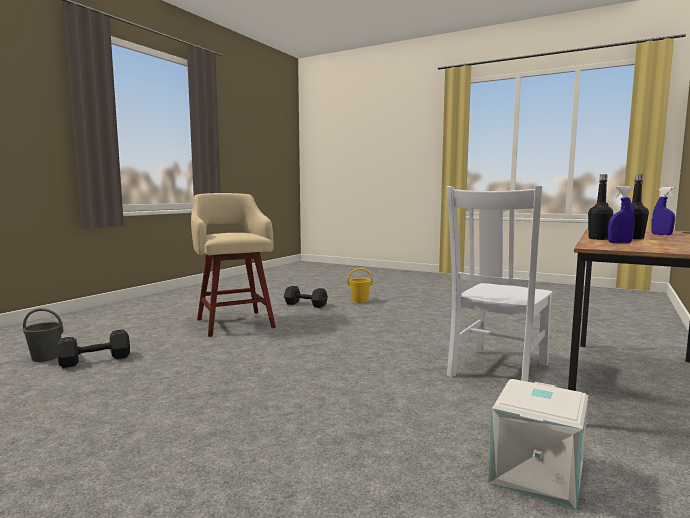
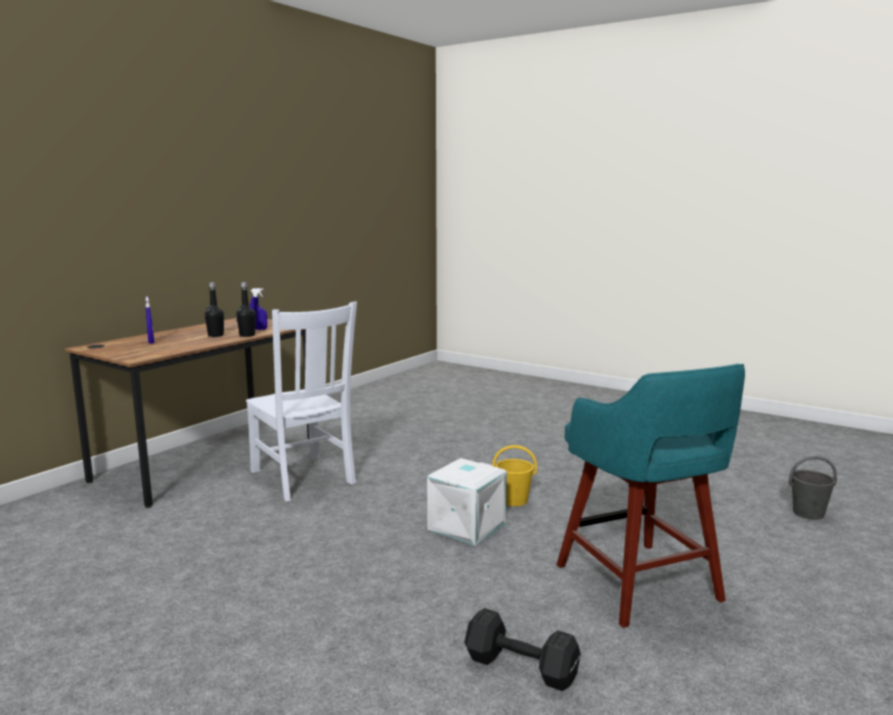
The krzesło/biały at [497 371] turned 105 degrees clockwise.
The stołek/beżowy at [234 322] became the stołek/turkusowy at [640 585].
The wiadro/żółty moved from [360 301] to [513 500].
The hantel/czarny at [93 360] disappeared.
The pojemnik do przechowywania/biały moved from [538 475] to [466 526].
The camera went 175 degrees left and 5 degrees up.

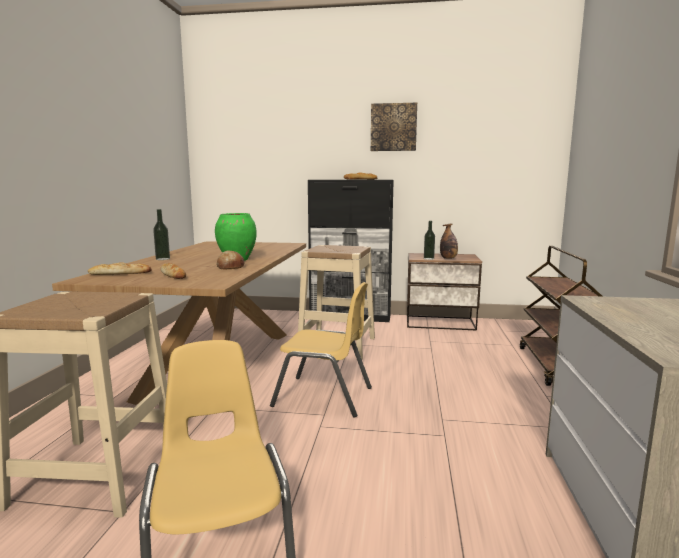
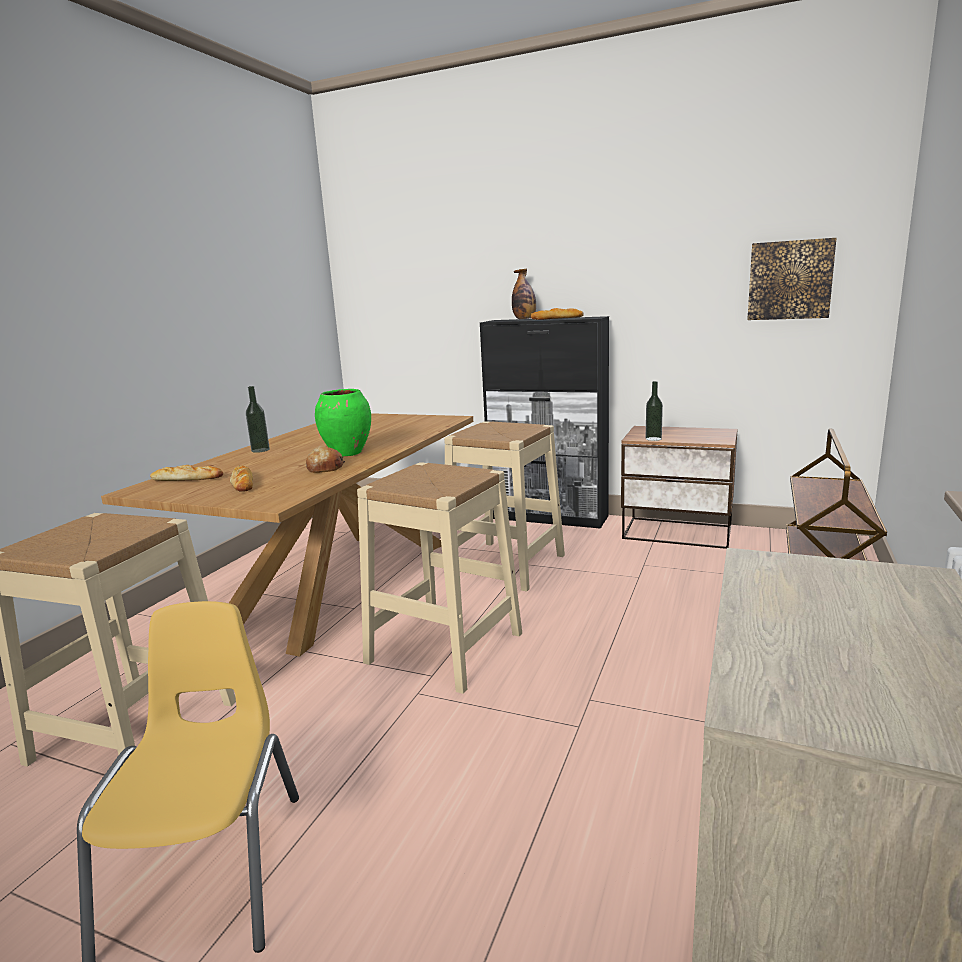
The obraz moved from [393 127] to [790 280].
The butelka moved from [448 258] to [524 319].
The krzesło/żółty at [323 397] was replaced by the stołek/beżowy at [445 647].
The camera went 15 degrees right and 5 degrees up.

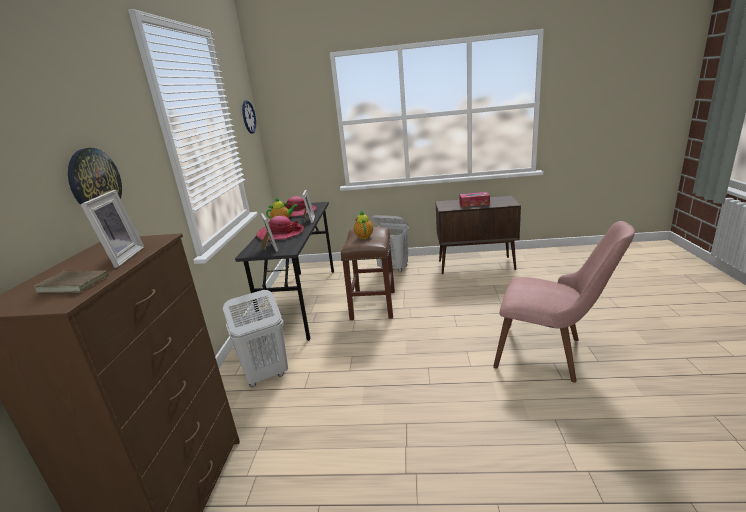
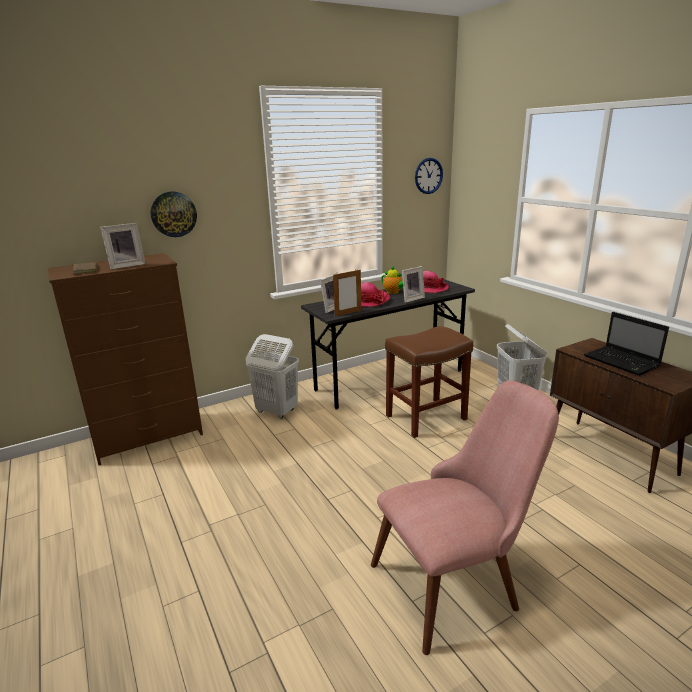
The pudełko chusteczek at [474 203] was replaced by the laptop at [622 362].
The imbryk at [364 236] disappeared.
The krzesło/różowy at [551 354] turned 105 degrees counterclockwise.
The ramka na zdjęcie at [348 313] appeared.
The camera went 55 degrees right and 0 degrees up.

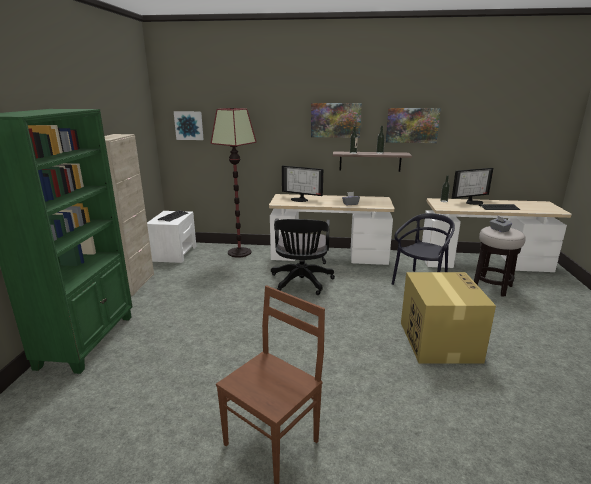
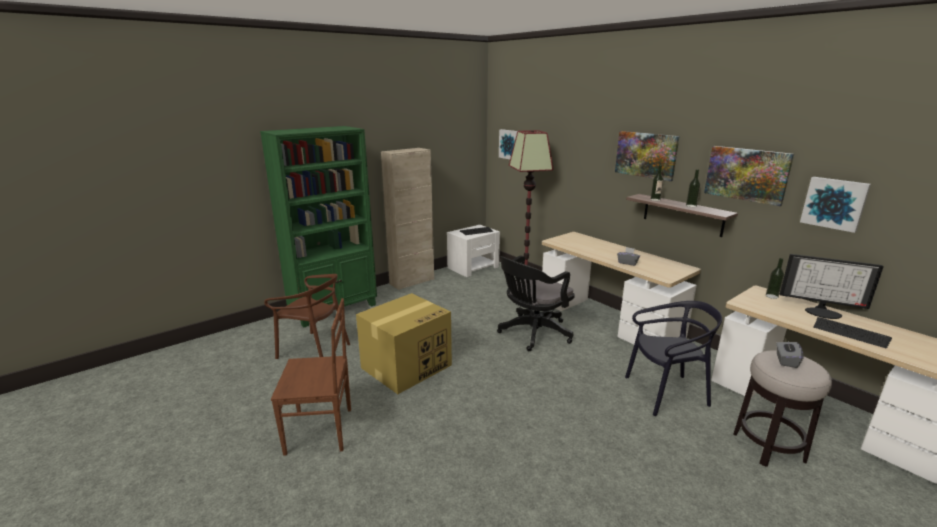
The monitor at [300 199] disappeared.
The karton moved from [438 341] to [407 366].
The obraz at [834 203] appeared.
The krzesło/brązowy at [314 350] appeared.
The camera went 45 degrees right and 0 degrees up.

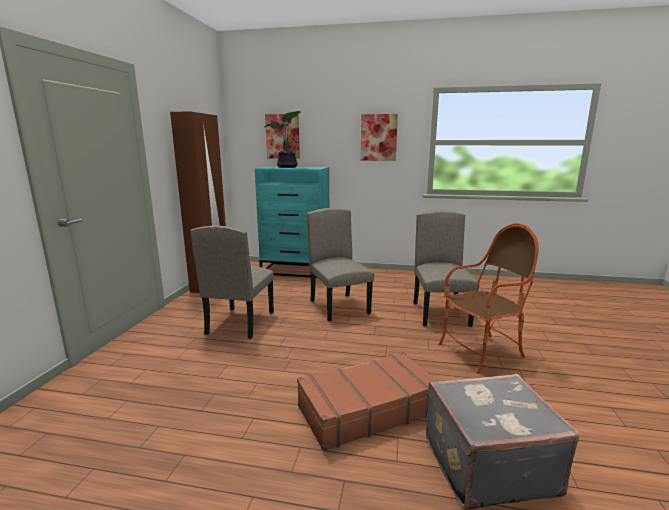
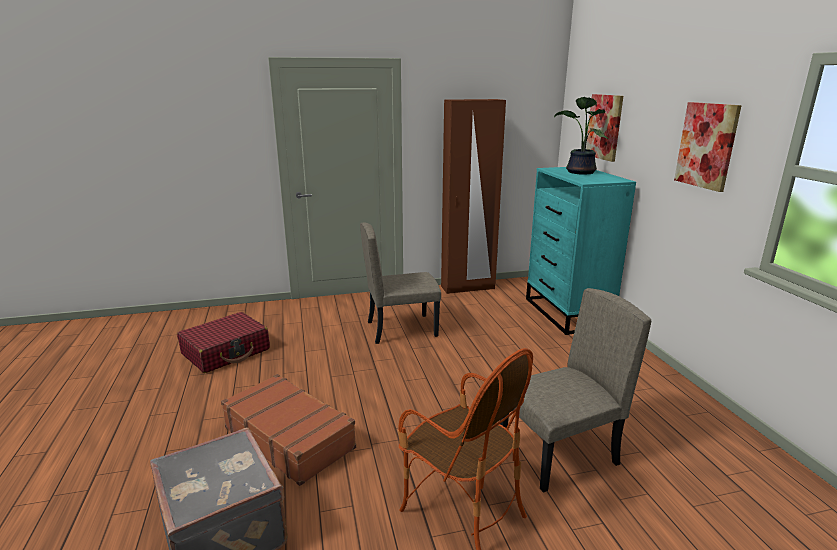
The krzesło/beżowy at [339 307] disappeared.
The walizka/czerwony at [226 352] appeared.
The camera went 65 degrees right and 5 degrees up.

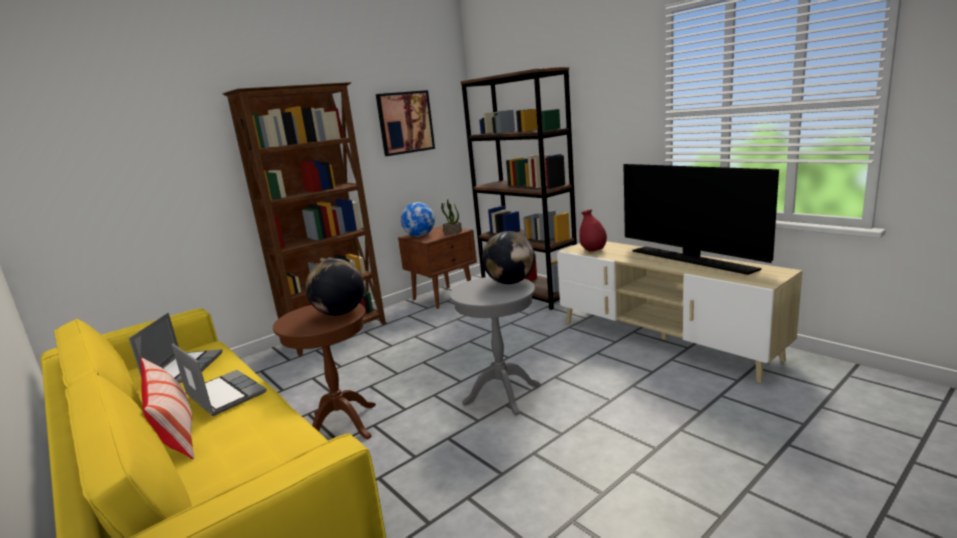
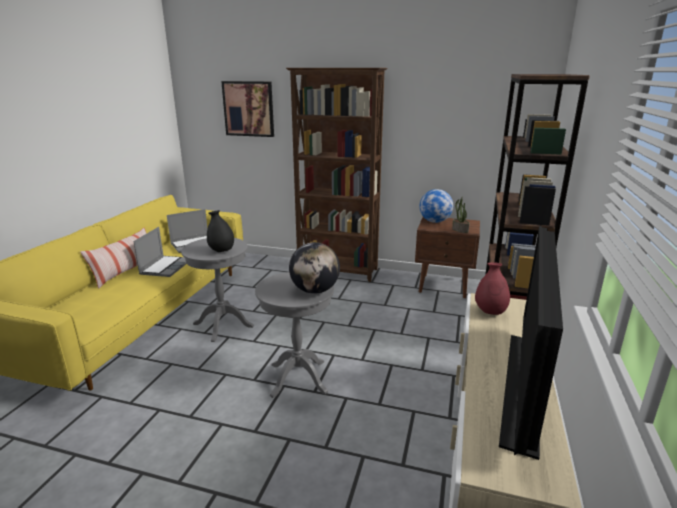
The obraz moved from [405 122] to [248 109].
The globus at [340 313] was replaced by the wazon/czarny at [221 251].
The stolik/brązowy at [341 425] became the stolik/szary at [223 325].
The camera went 55 degrees right and 5 degrees up.

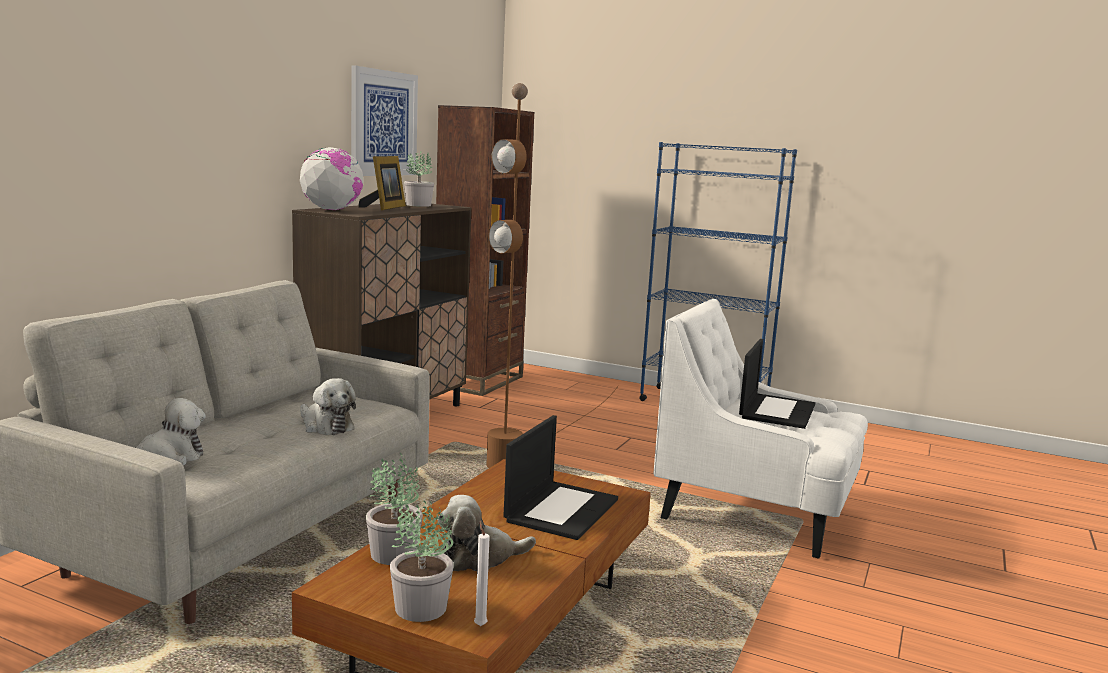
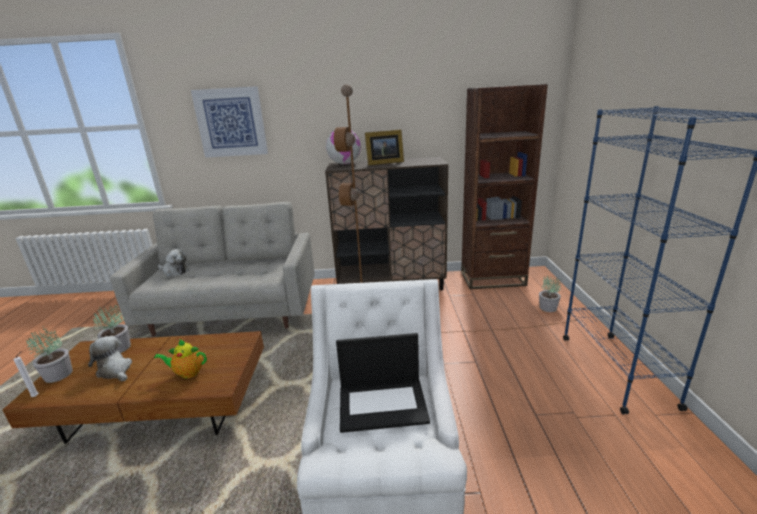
The obraz moved from [383 123] to [231 122].
The roślina doniczkowa moved from [419 205] to [548 308].
The pluszak at [326 426] disappeared.
The laptop at [561 509] was replaced by the imbryk at [187 373].
The camera went 65 degrees right and 10 degrees up.

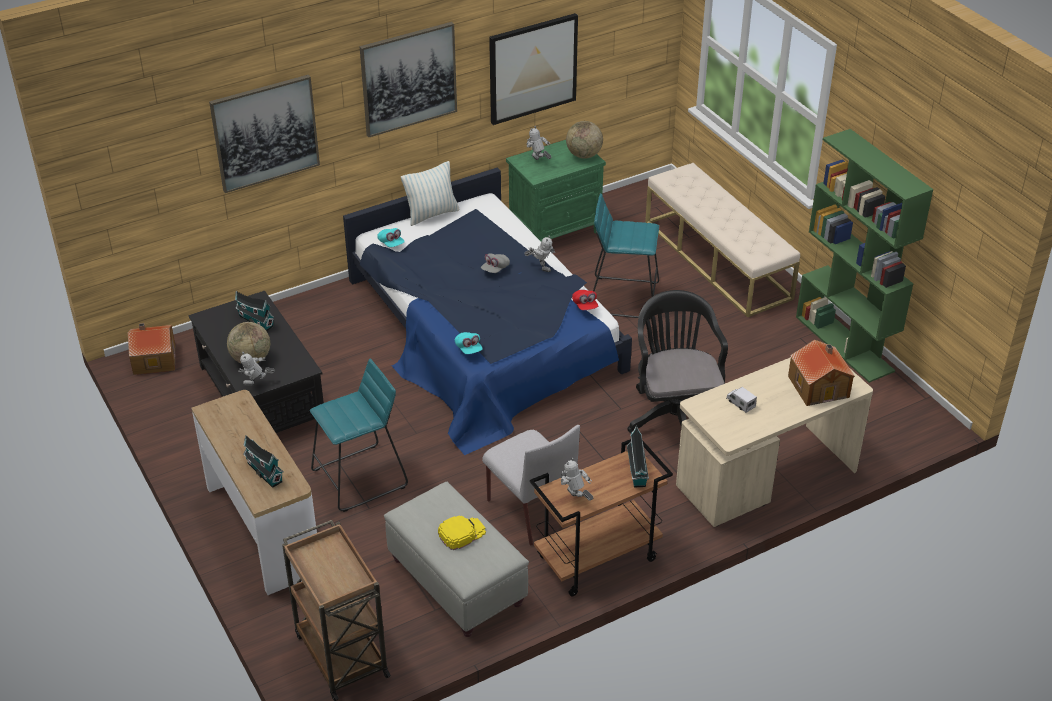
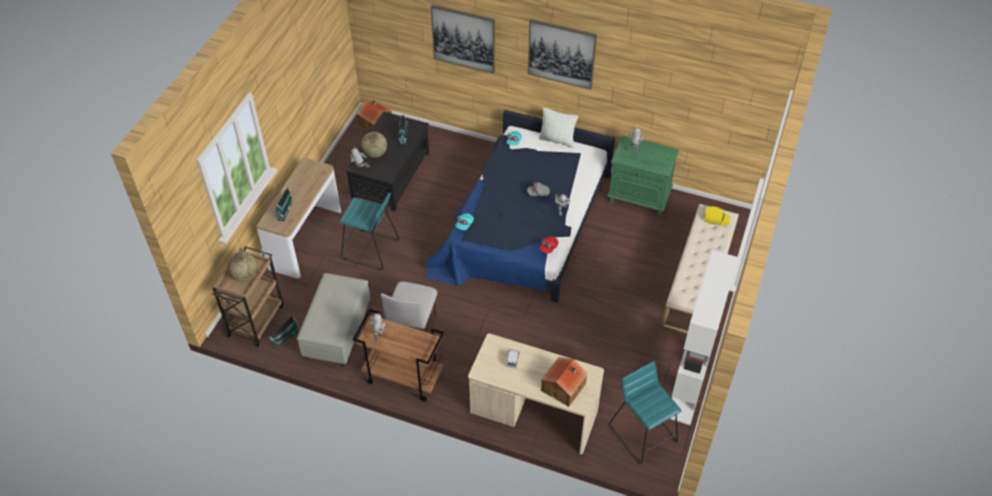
The obraz at [532 68] disappeared.
The globus moved from [584 155] to [245 275].
The regał/zielony at [845 344] became the regał/biały at [689 386].
The stołek/turkusowy moved from [623 297] to [643 433].
The krzesło biurowe/czarny at [674 414] disappeared.
The domek moved from [637 472] to [285 337].
The czapka z daszkiem/żółty moved from [461 533] to [716 218].
The camera went 50 degrees right and 10 degrees up.

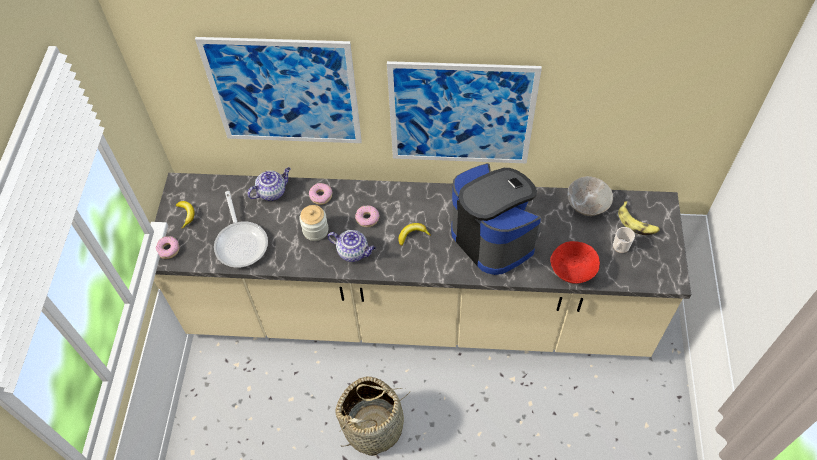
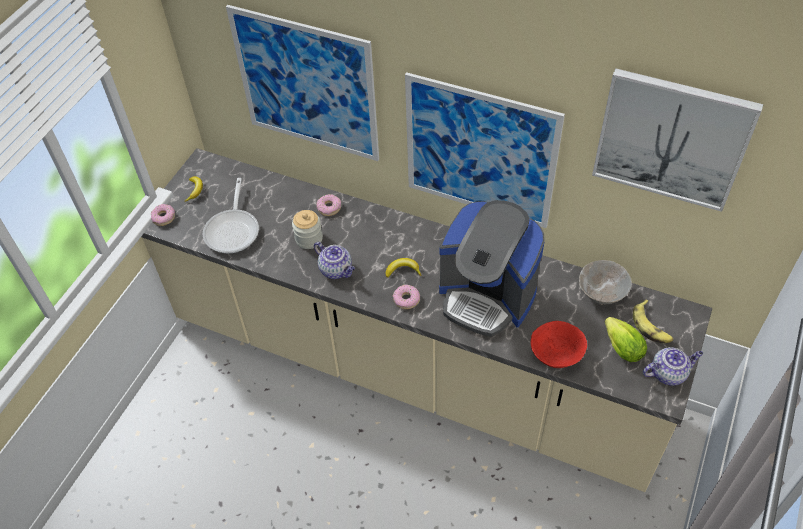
The ekspres do kawy at [494 236] turned 135 degrees clockwise.
The imbryk moved from [272 192] to [668 373].
The donut moved from [367 218] to [406 299].
The kubek at [619 247] was replaced by the sałata at [620 346].
The koszyk at [374 426] disappeared.
The obraz at [672 139] appeared.
The camera went 20 degrees right and 5 degrees down.

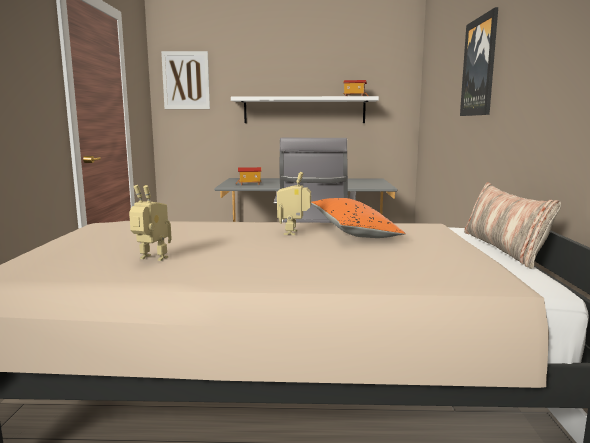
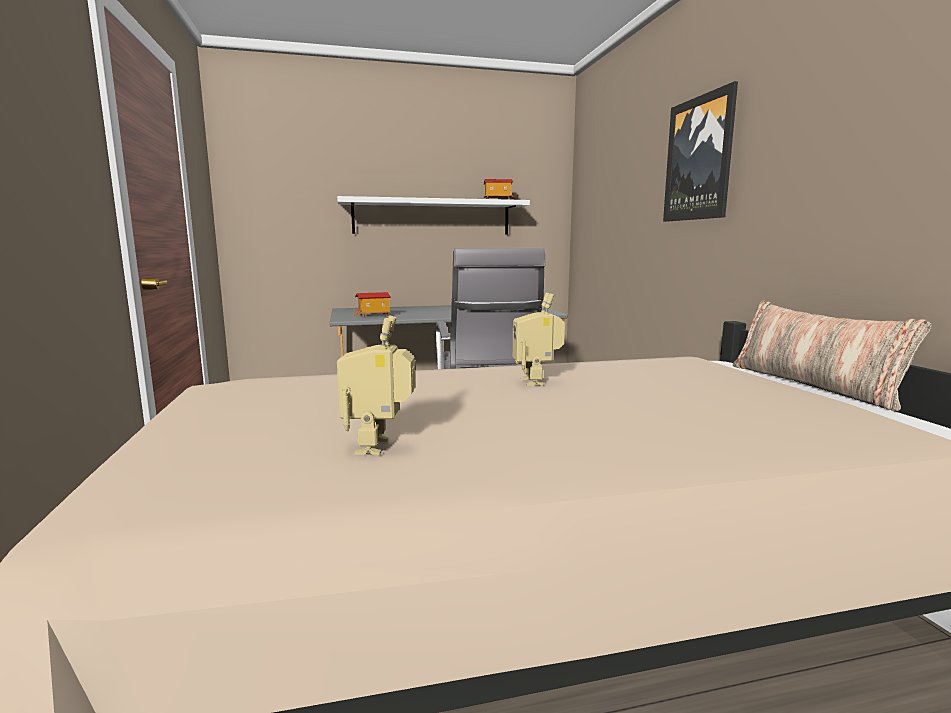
The obraz at [186 80] disappeared.
The robot zabawkowy at [151 259] turned 90 degrees counterclockwise.
The poduszka/pomarańczowy at [352 231] disappeared.
The camera went 15 degrees left and 0 degrees up.

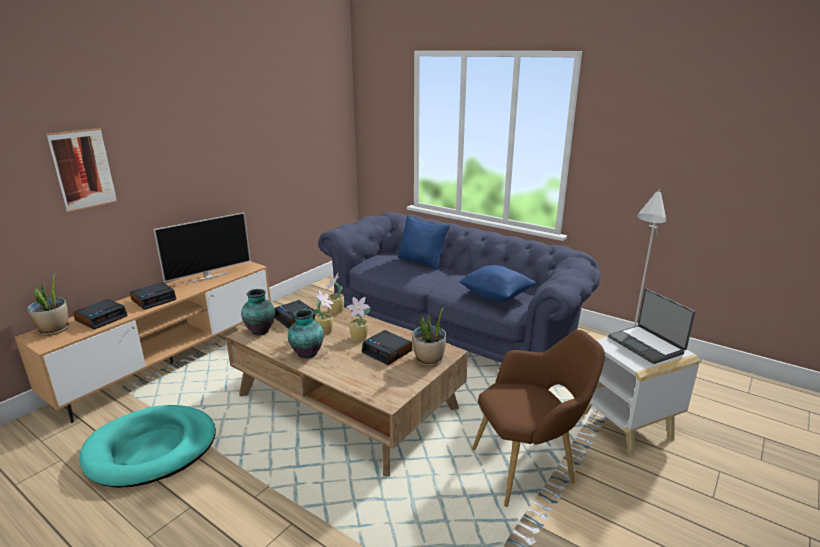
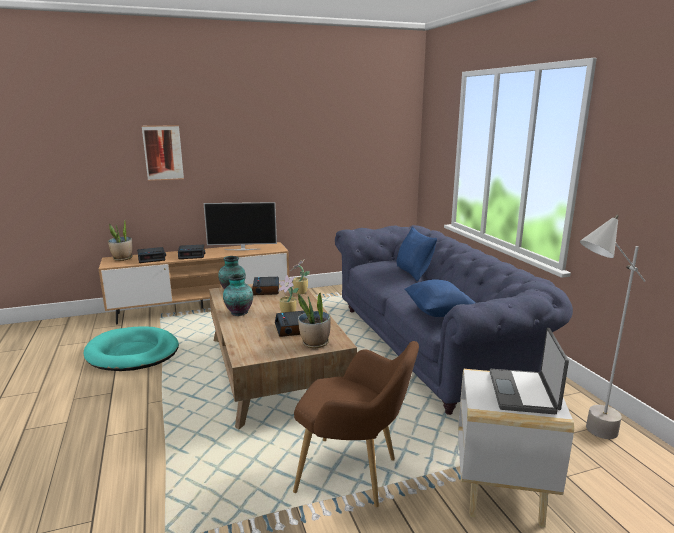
The roślina doniczkowa at [325 331] disappeared.
The camera went 35 degrees right and 5 degrees down.

